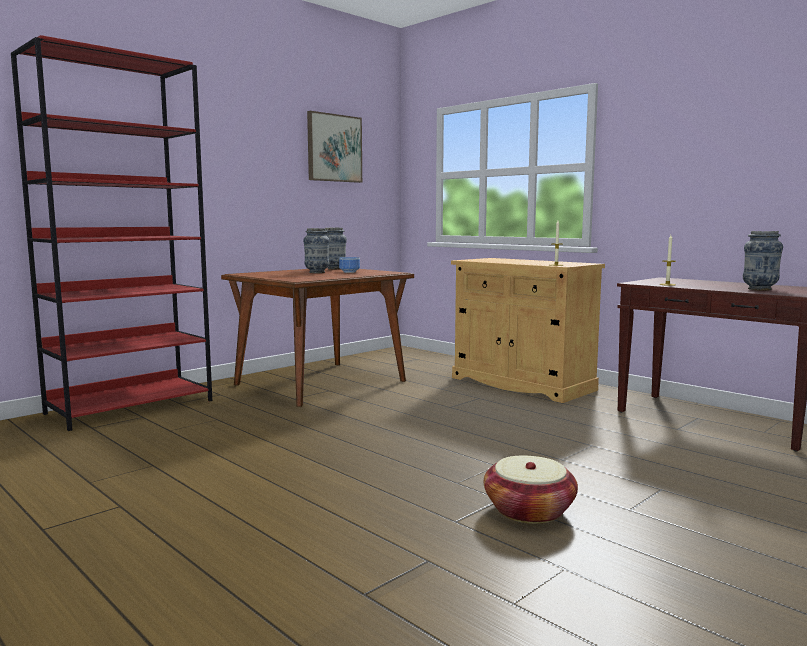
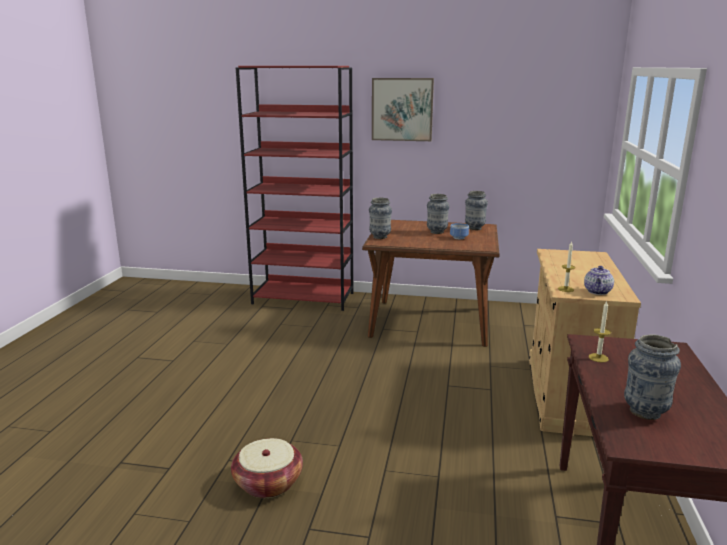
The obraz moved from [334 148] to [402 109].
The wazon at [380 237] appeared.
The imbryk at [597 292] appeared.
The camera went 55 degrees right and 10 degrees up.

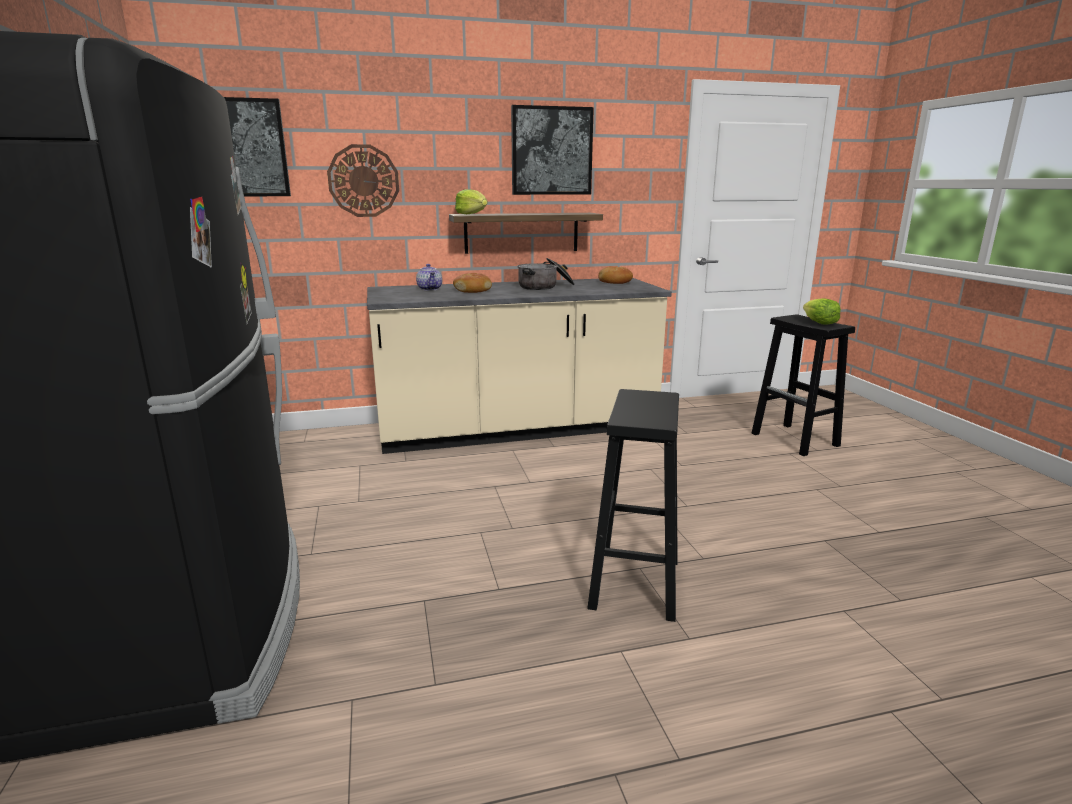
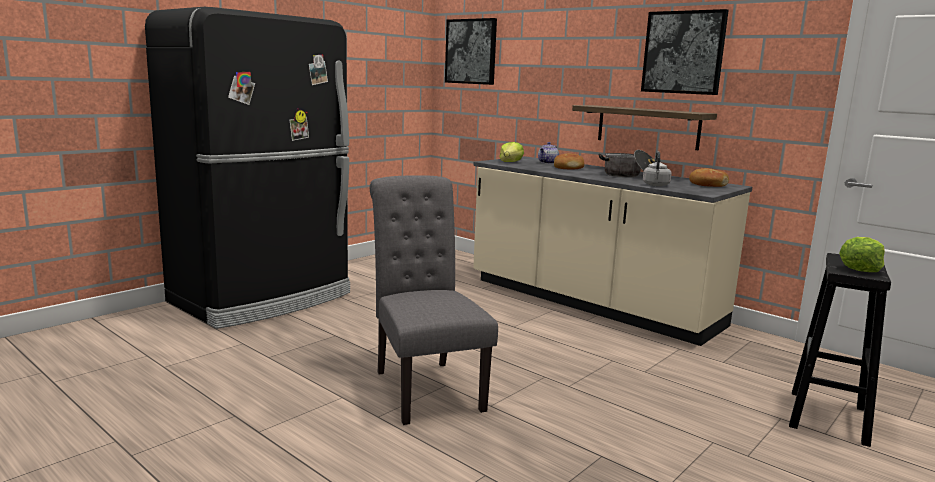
The zegar ścienny at [363 181] disappeared.
The sałata moved from [472 214] to [510 162].
The stołek/czarny at [634 582] was replaced by the krzesło/szary at [424 387].
The czajnik/szary at [656 185] appeared.
The camera went 55 degrees right and 5 degrees down.

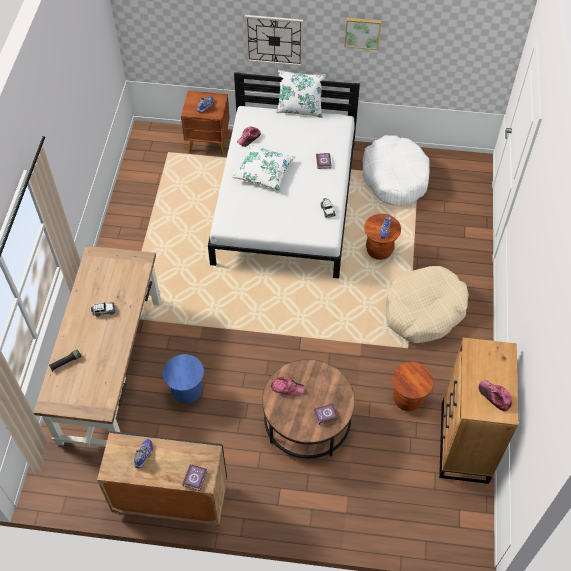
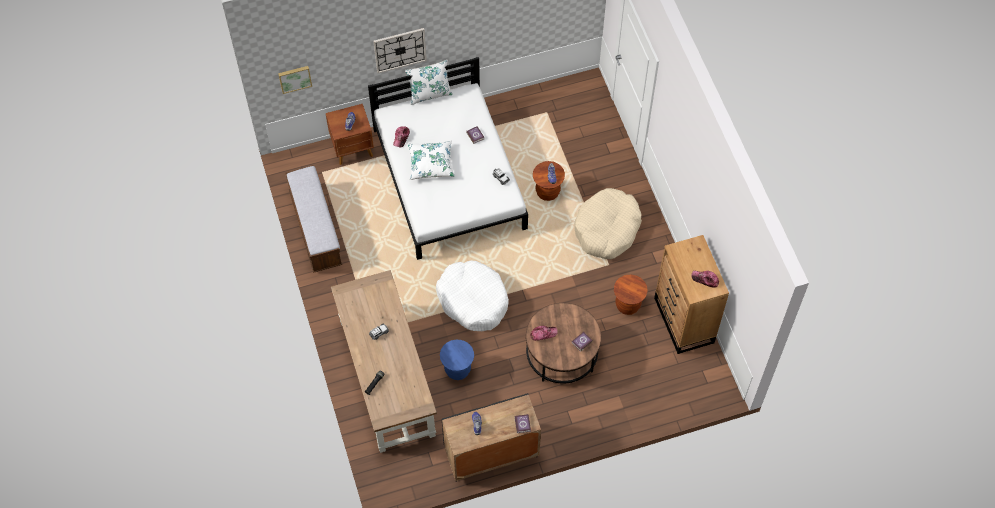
The obraz moved from [362 32] to [295 78].
The legowisko/biały moved from [394 177] to [473 300].
The ławka at [315 228] appeared.
The camera went 25 degrees left and 5 degrees up.

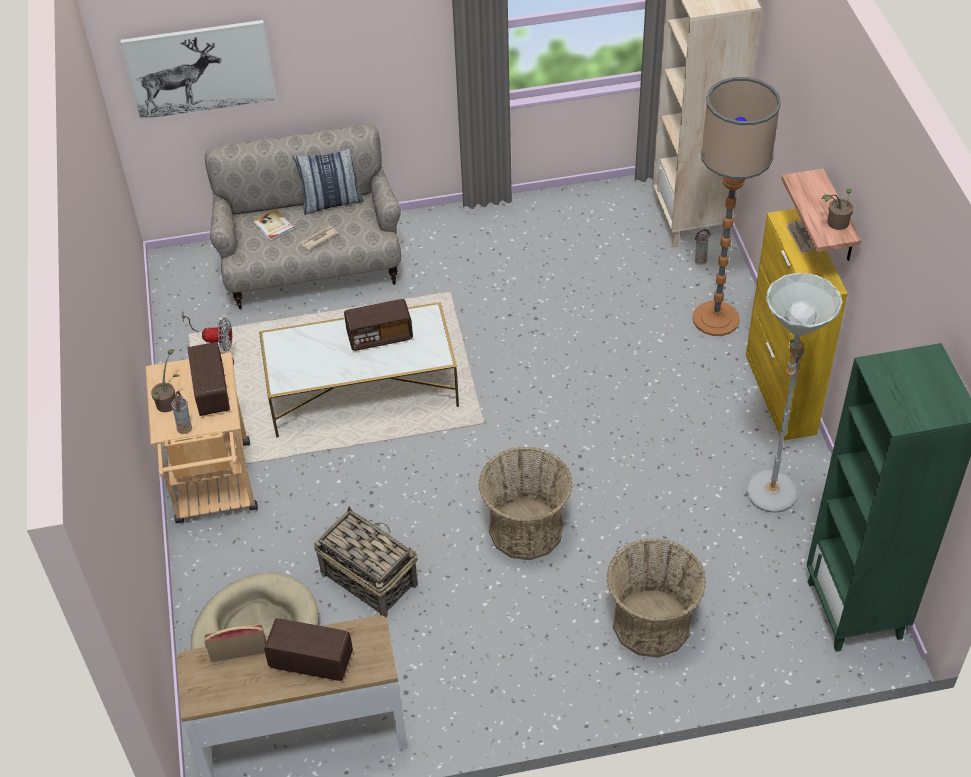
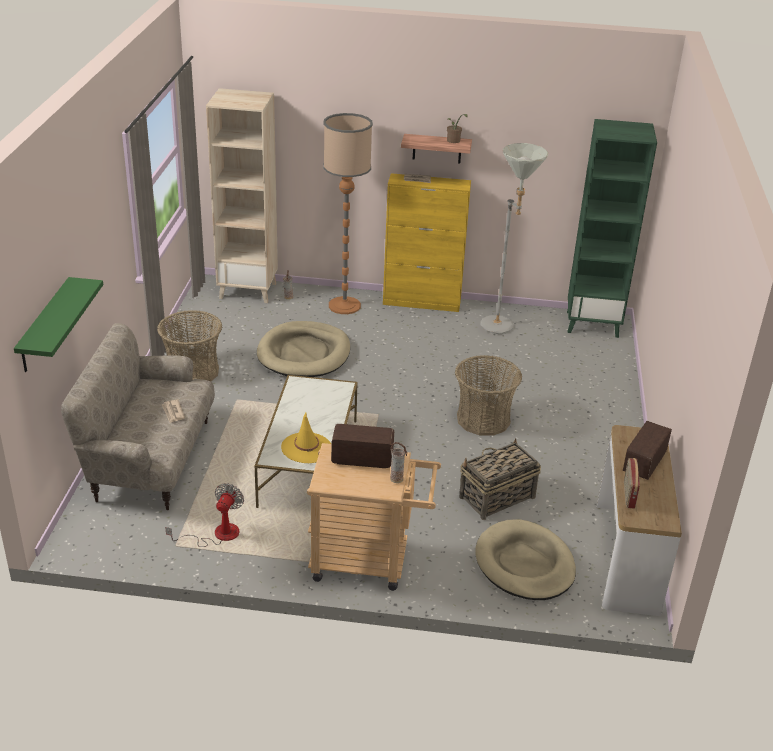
The obraz at [200 69] was replaced by the półka/zielony at [44 326].
The poduszka at [331 202] disappeared.
The książka at [273 226] disappeared.
The radio at [380 337] disappeared.
The roślina doniczkowa at [169 402] disappeared.
The koszyk moved from [651 623] to [193 371].
The legowisko/beżowy at [304 354] appeared.
The kapelusz/żółty at [306 448] appeared.
The camera went 75 degrees left and 15 degrees down.

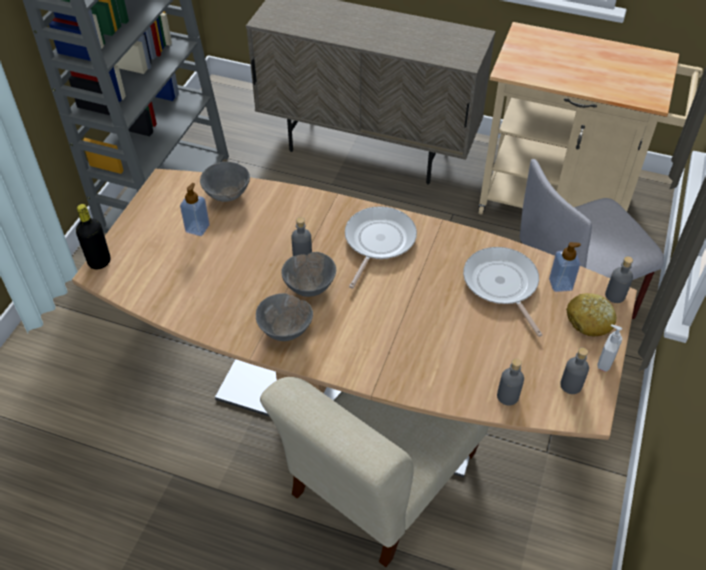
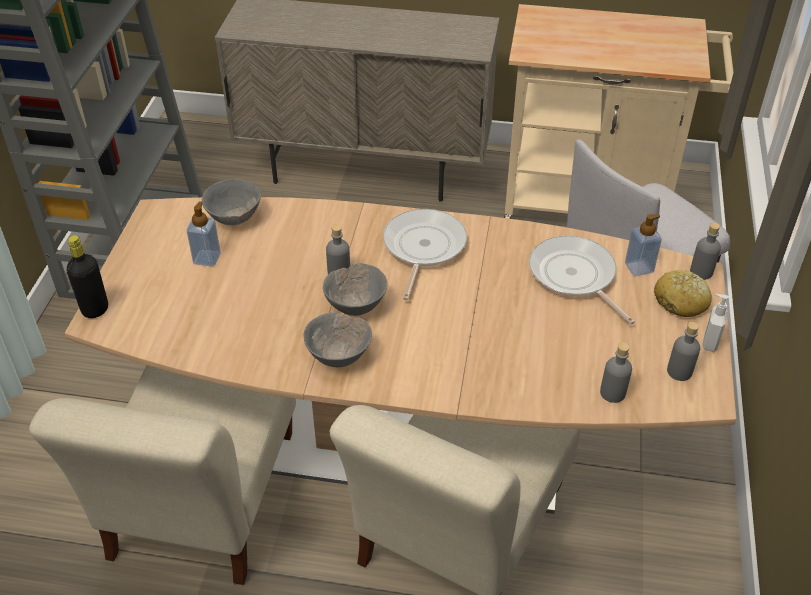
The krzesło/beżowy at [201 504] appeared.
The camera went 10 degrees left and 5 degrees down.

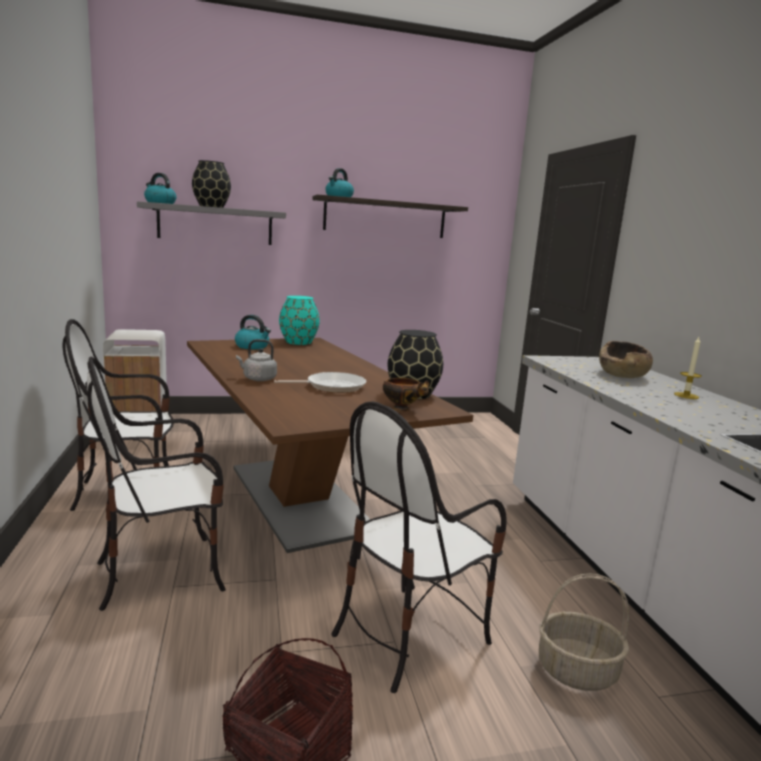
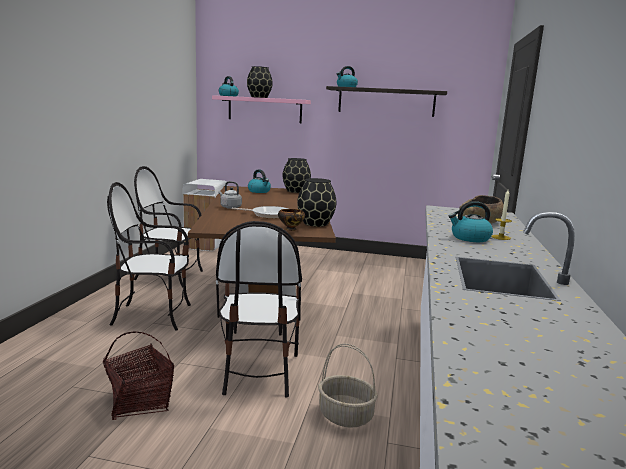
The półka/szary at [215 224] became the półka/różowy at [264 109].
The wazon/turkusowy at [299 342] became the wazon/czarny at [296 191].
The krzesło at [409 634] turned 75 degrees counterclockwise.
The czajnik at [470 238] appeared.
The camera went 25 degrees right and 0 degrees up.

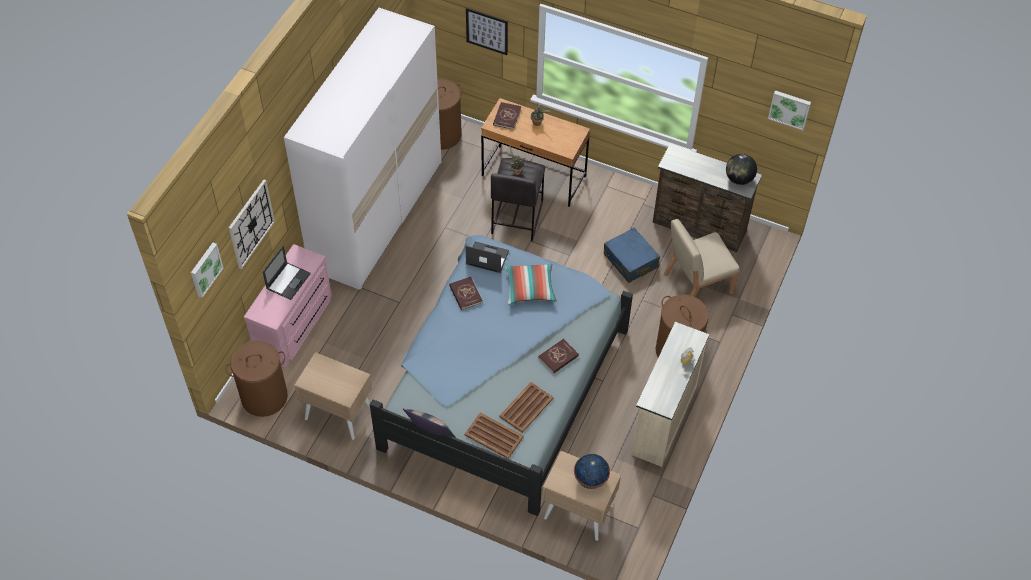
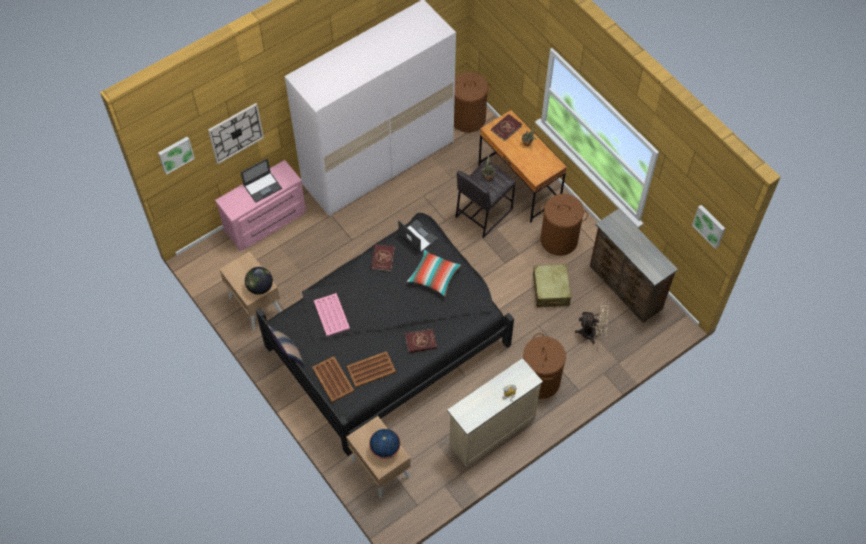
The obraz at [487 31] disappeared.
The globus moved from [739 179] to [260 287].
The krzesło/beżowy at [697 283] was replaced by the wentylator/beżowy at [592 333].
The walizka/niebieski at [630 261] became the walizka/beżowy at [550 290].
The łóżko/niebieski at [500 380] became the łóżko/czarny at [388 337].
The kosz na pranie/brązowy moved from [264 397] to [559 240].
The taca/różowy at [331 314] appeared.
The camera went 30 degrees right and 5 degrees up.

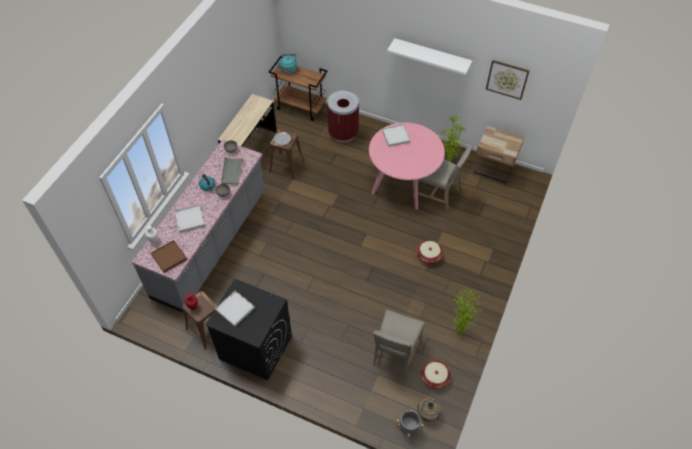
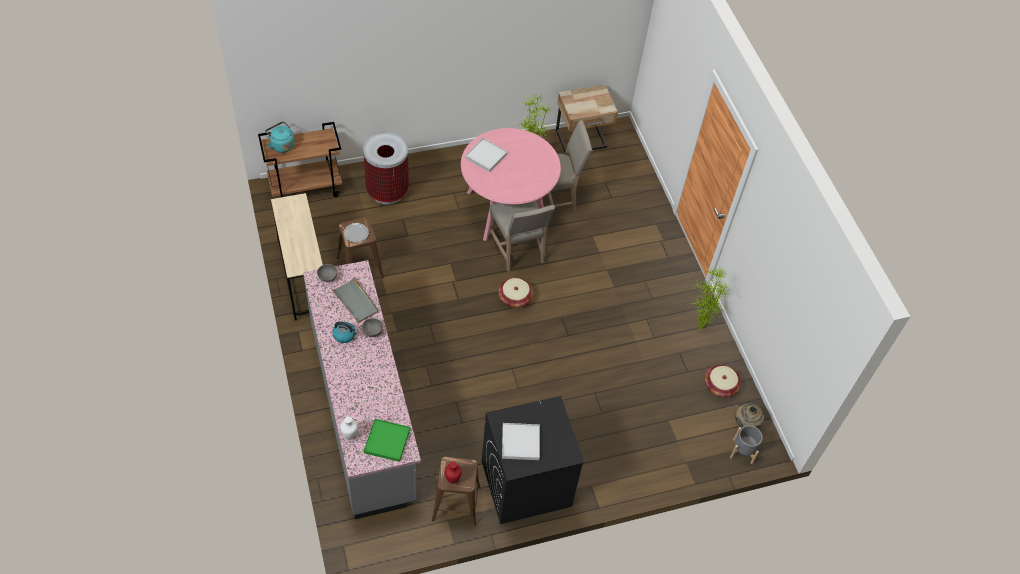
The półka/biały at [432 55] disappeared.
The obraz at [507 79] disappeared.
The taca/biały at [190 219] disappeared.
The taca/brązowy at [169 257] became the taca/zielony at [387 441].
The koszyk moved from [428 256] to [514 298].
The krzesło/beżowy moved from [395 354] to [518 249].
The camera went 45 degrees left and 0 degrees up.

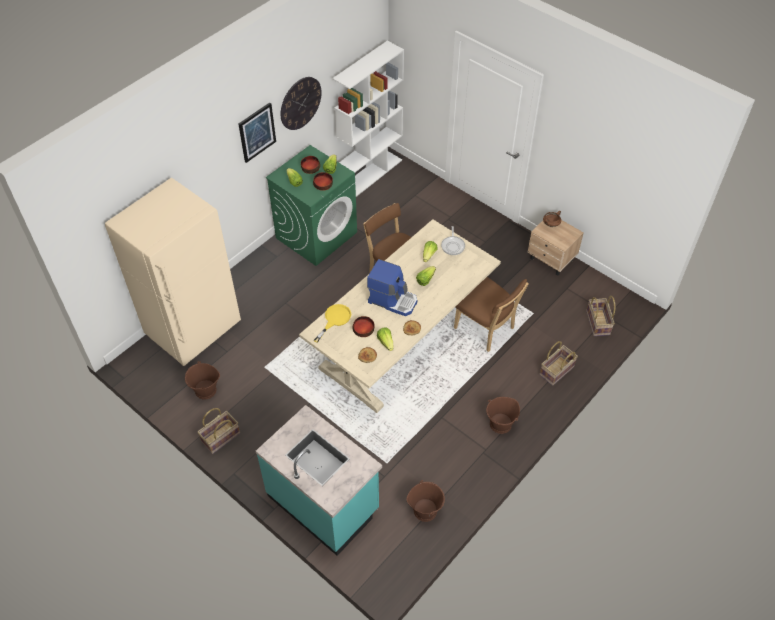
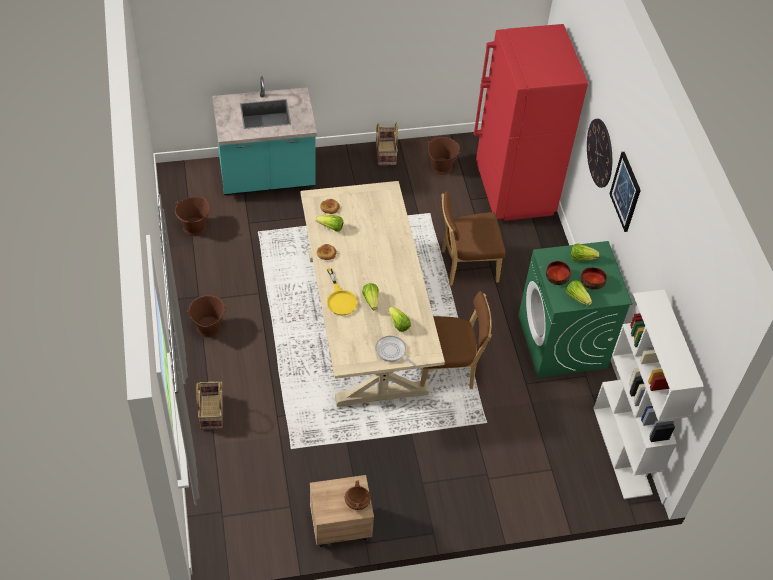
The zegar ścienny moved from [300 103] to [600 153].
The lodówka/beżowy at [194 331] became the lodówka/czerwony at [514 191].
The ekspres do kawy at [393 300] disappeared.
The krzesło/brązowy moved from [486 330] to [466 266].
The koszyk at [598 323] disappeared.
The patelnia/żółty moved from [335 319] to [340 299].
The miska at [363 330] disappeared.
The camera went 125 degrees right and 0 degrees up.

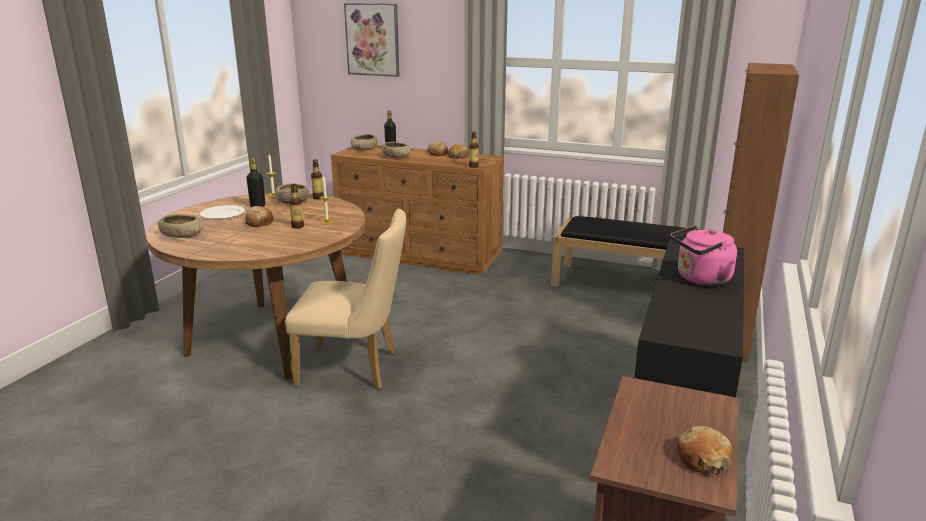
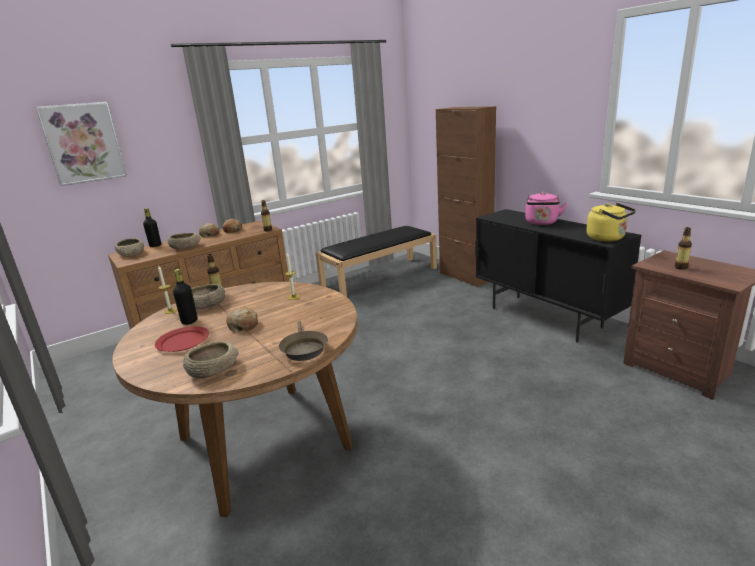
The butelka moved from [297 226] to [681 267].
The talerz/biały at [223 214] became the talerz/czerwony at [183 341].
The krzesło/beżowy at [355 369] disappeared.
The chleb at [702 459] disappeared.
The czajnik/żółty at [608 238] appeared.
The patelnia/brązowy at [303 349] appeared.
The camera went 55 degrees left and 0 degrees up.

